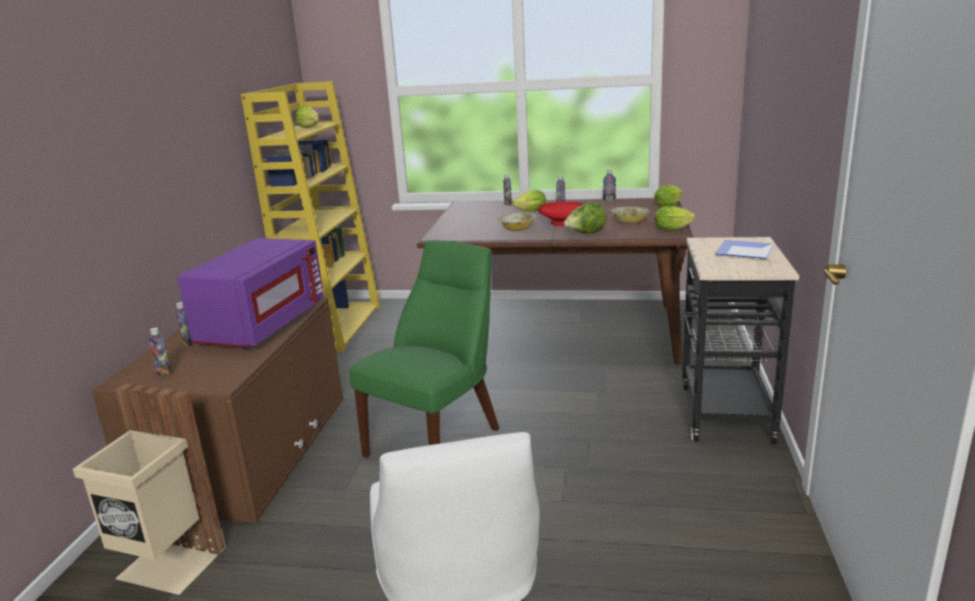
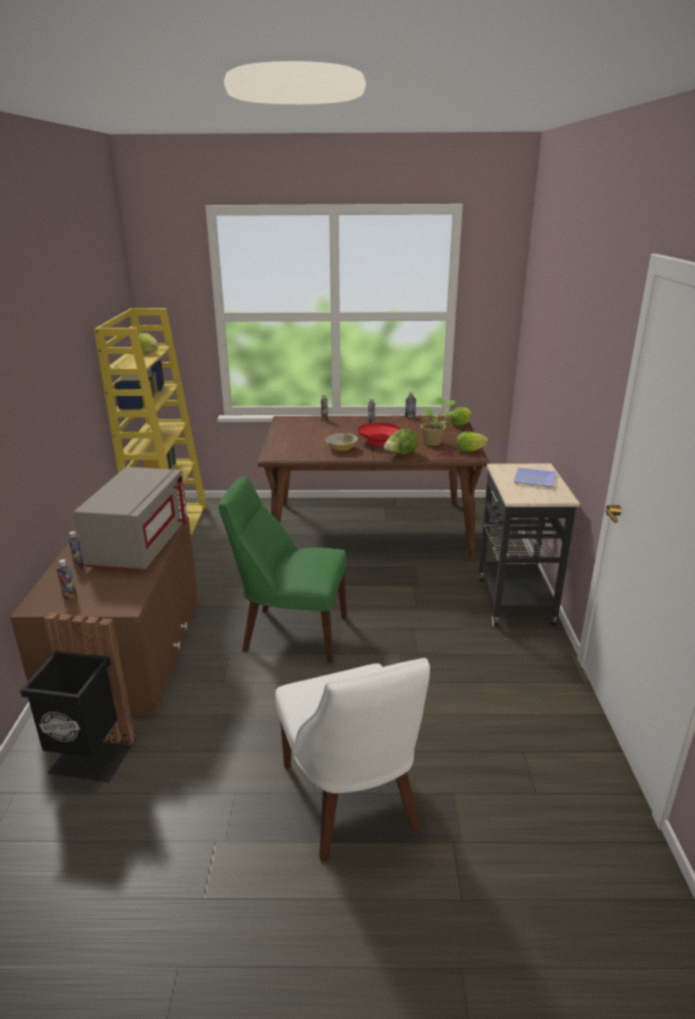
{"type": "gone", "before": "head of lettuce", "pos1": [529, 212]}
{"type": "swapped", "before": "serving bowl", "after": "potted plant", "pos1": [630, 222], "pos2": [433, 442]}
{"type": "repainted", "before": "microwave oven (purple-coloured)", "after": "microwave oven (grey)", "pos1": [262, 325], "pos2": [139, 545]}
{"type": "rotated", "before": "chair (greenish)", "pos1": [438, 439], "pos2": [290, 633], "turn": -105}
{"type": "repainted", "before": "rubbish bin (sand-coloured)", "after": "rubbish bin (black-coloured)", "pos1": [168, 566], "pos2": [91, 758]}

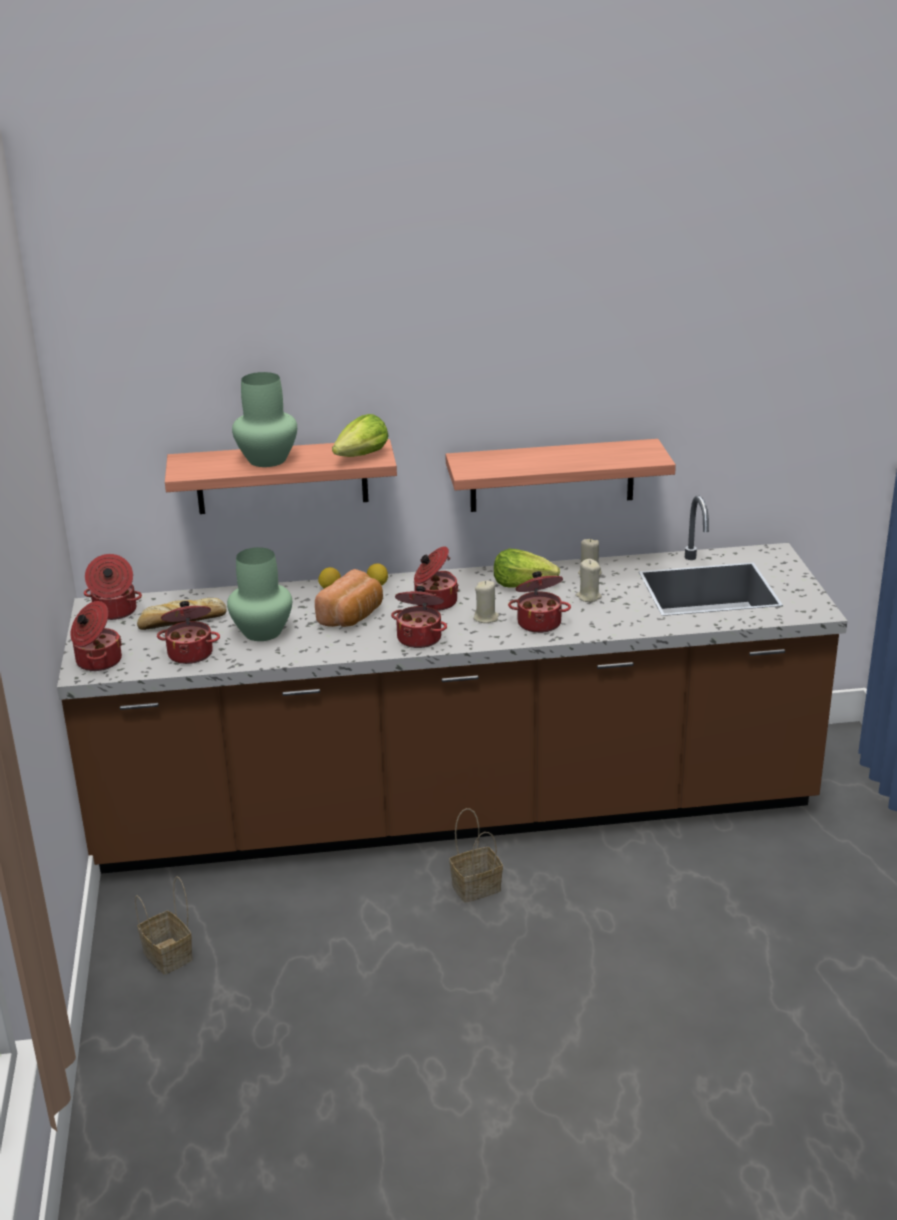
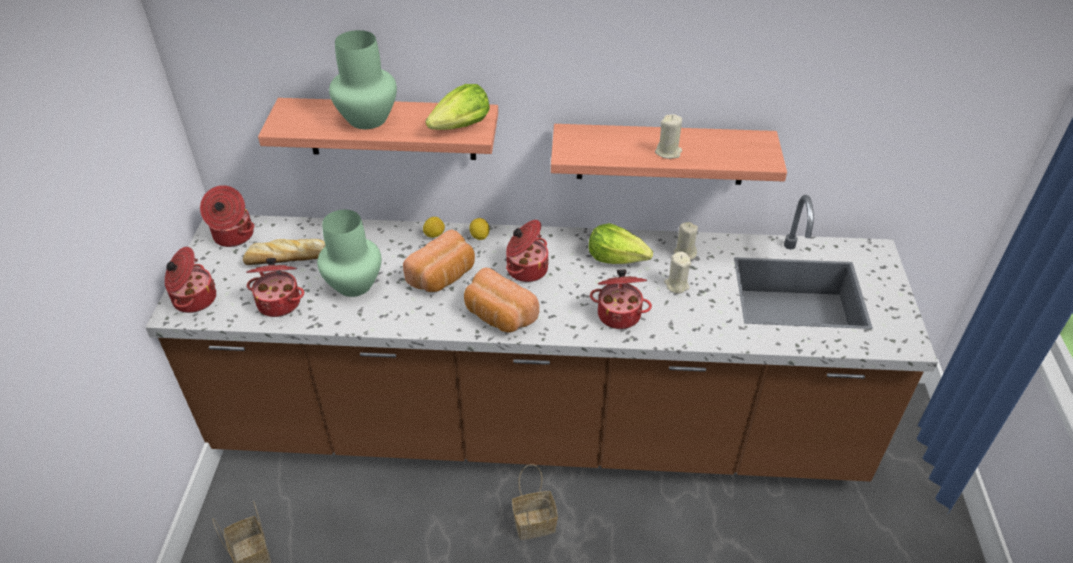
{"type": "shifted", "before": "wax light (sand-coloured)", "pos1": [486, 618], "pos2": [668, 152]}
{"type": "swapped", "before": "stockpot", "after": "bread", "pos1": [420, 637], "pos2": [498, 316]}

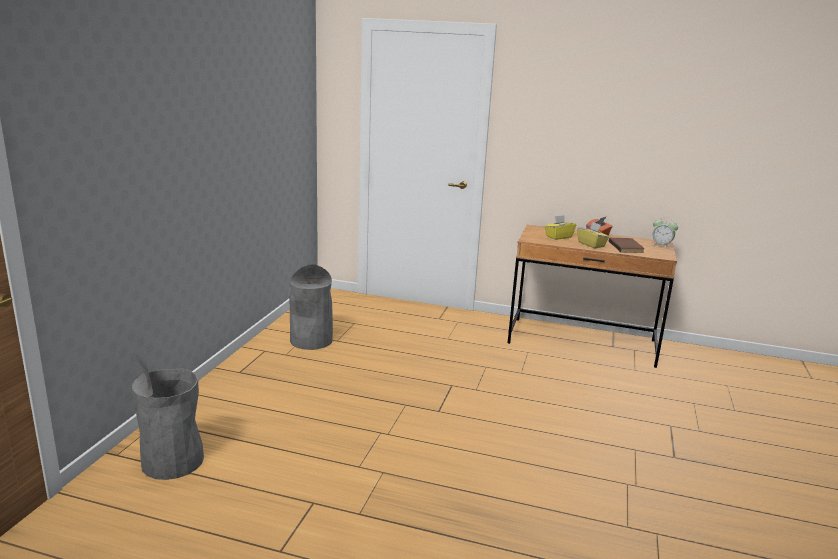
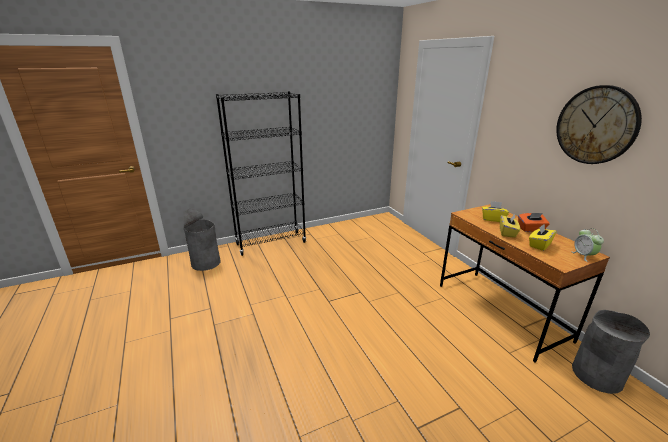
{"type": "swapped", "before": "volume (brown)", "after": "box of tissues (yellowish)", "pos1": [627, 247], "pos2": [539, 245]}
{"type": "shifted", "before": "rubbish bin (grey)", "pos1": [311, 340], "pos2": [596, 375]}
{"type": "new", "after": "wall clock", "pos2": [596, 125]}
{"type": "new", "after": "bookcase (black-coloured)", "pos2": [271, 243]}

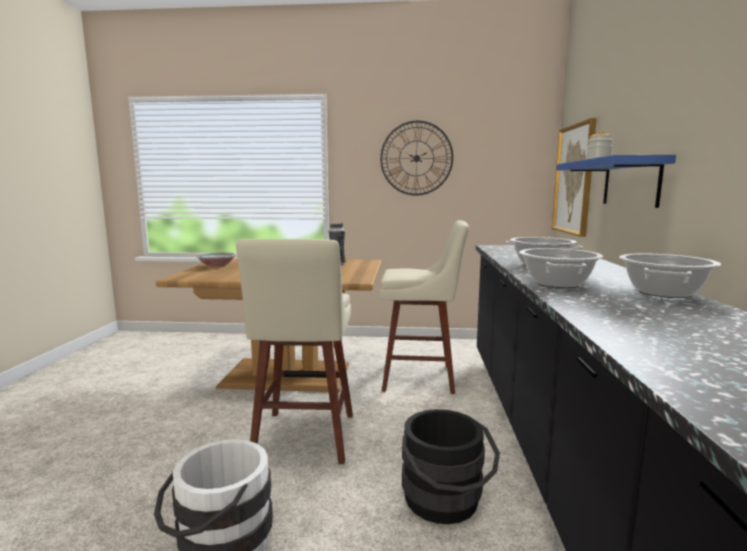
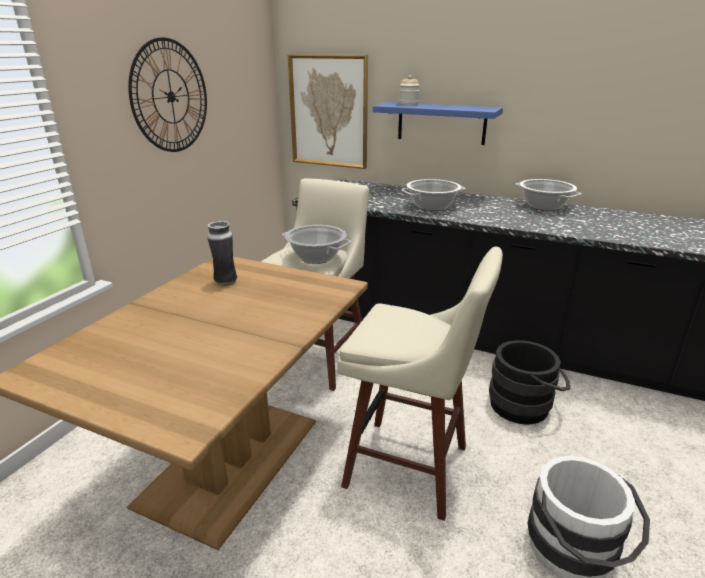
{"type": "shifted", "before": "stockpot", "pos1": [557, 283], "pos2": [316, 257]}
{"type": "gone", "before": "serving bowl", "pos1": [216, 266]}

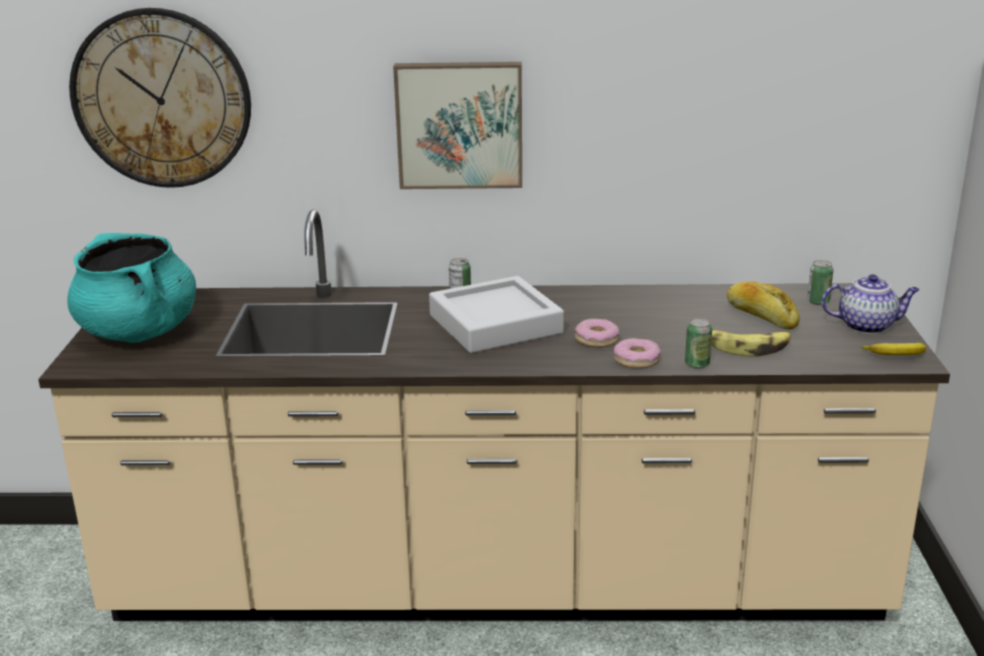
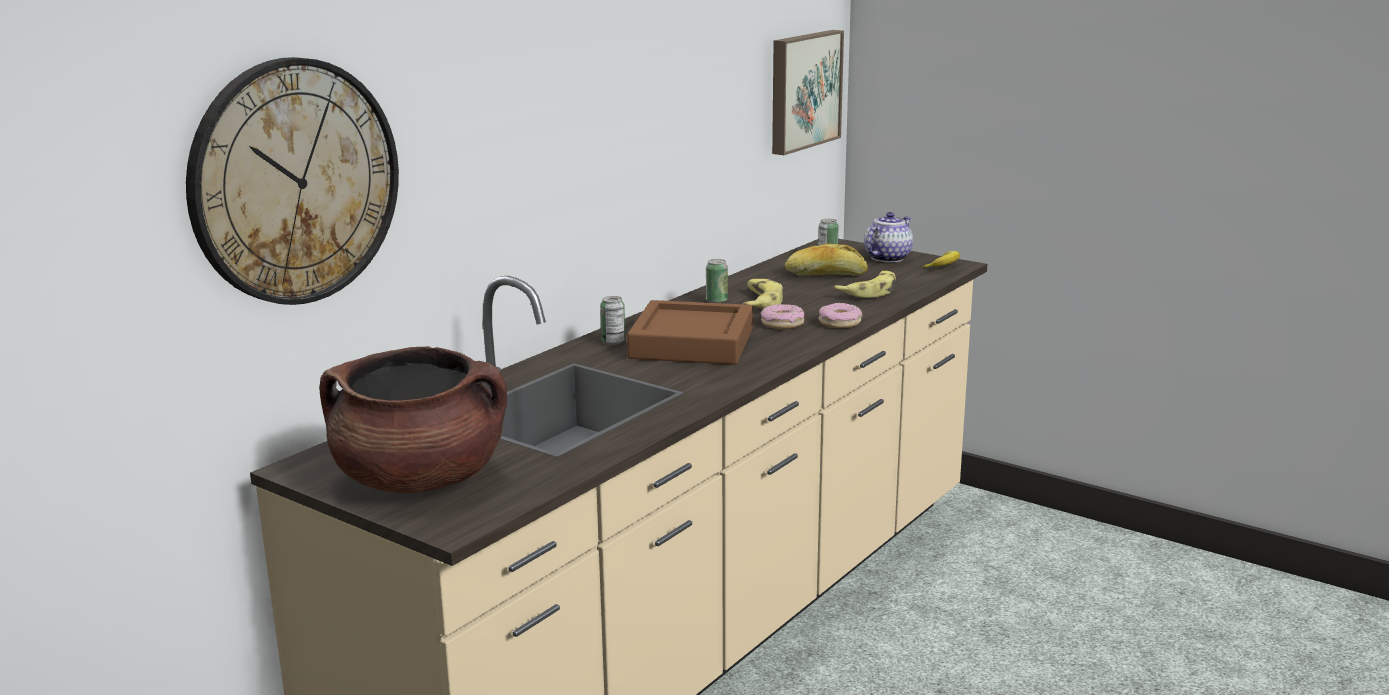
{"type": "shifted", "before": "wall art", "pos1": [459, 124], "pos2": [802, 90]}
{"type": "repainted", "before": "stockpot (turquoise-coloured)", "after": "stockpot (brown)", "pos1": [139, 332], "pos2": [420, 480]}
{"type": "repainted", "before": "carrying tray (grey)", "after": "carrying tray (brown)", "pos1": [495, 324], "pos2": [692, 343]}
{"type": "shifted", "before": "can", "pos1": [697, 364], "pos2": [716, 301]}
{"type": "new", "after": "whole banana", "pos2": [759, 302]}

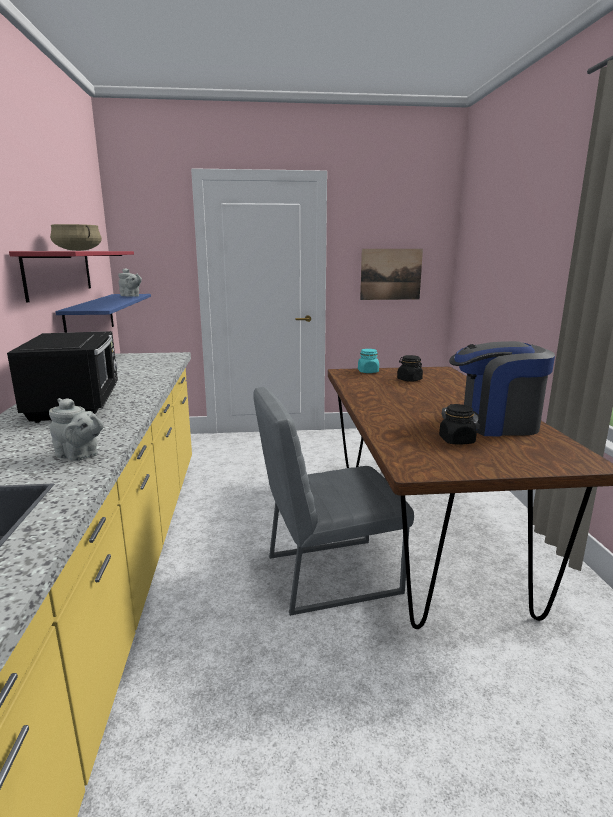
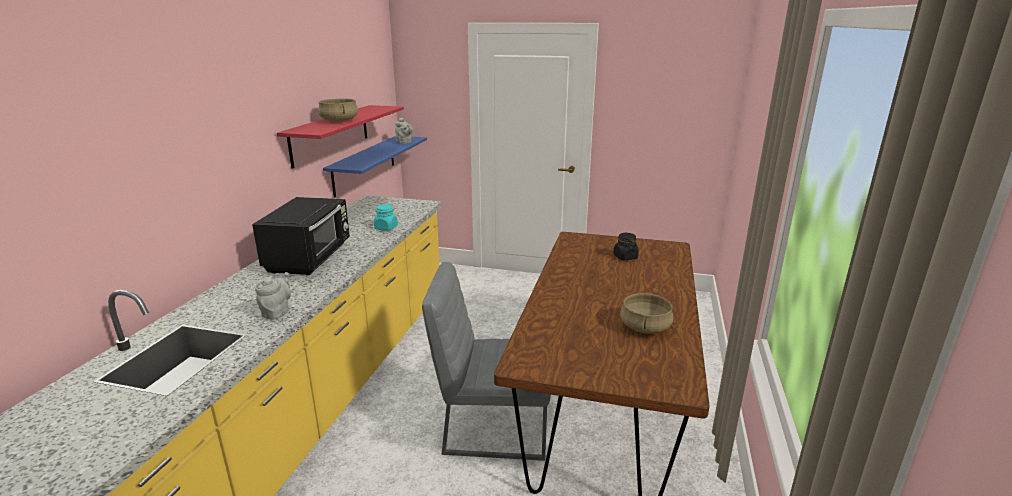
{"type": "gone", "before": "wall art", "pos1": [391, 274]}
{"type": "swapped", "before": "coffee maker", "after": "stockpot (sand-coloured)", "pos1": [493, 424], "pos2": [645, 327]}
{"type": "shifted", "before": "jar (turquoise-coloured)", "pos1": [368, 372], "pos2": [386, 228]}
{"type": "rotated", "before": "tea pot (grey)", "pos1": [80, 456], "pos2": [277, 312], "turn": -120}
{"type": "gone", "before": "jar (black-coloured)", "pos1": [457, 440]}

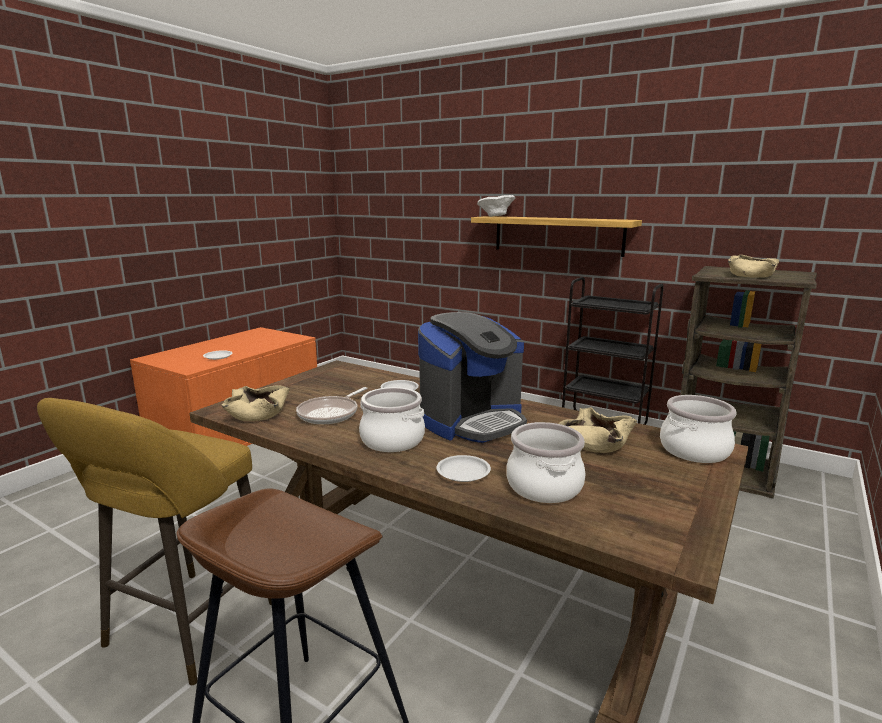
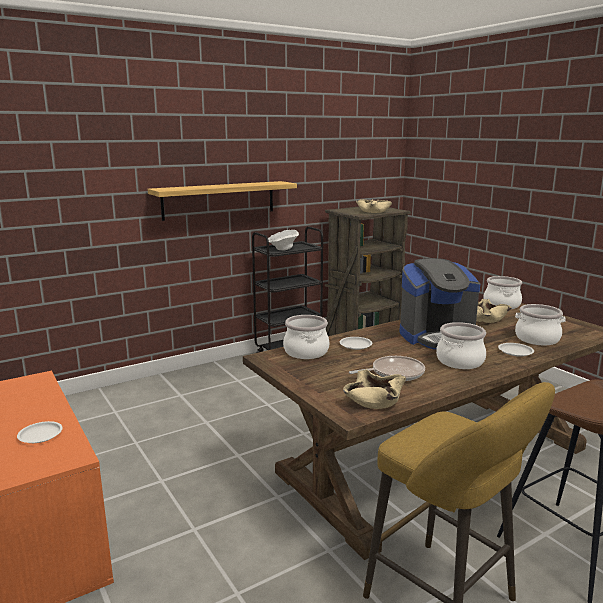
{"type": "shifted", "before": "serving bowl (white-coloured)", "pos1": [495, 216], "pos2": [283, 249]}
{"type": "rotated", "before": "coffee maker", "pos1": [472, 421], "pos2": [437, 336], "turn": 90}
{"type": "rotated", "before": "skillet", "pos1": [331, 413], "pos2": [394, 373], "turn": -75}
{"type": "new", "after": "stockpot", "pos2": [306, 352]}

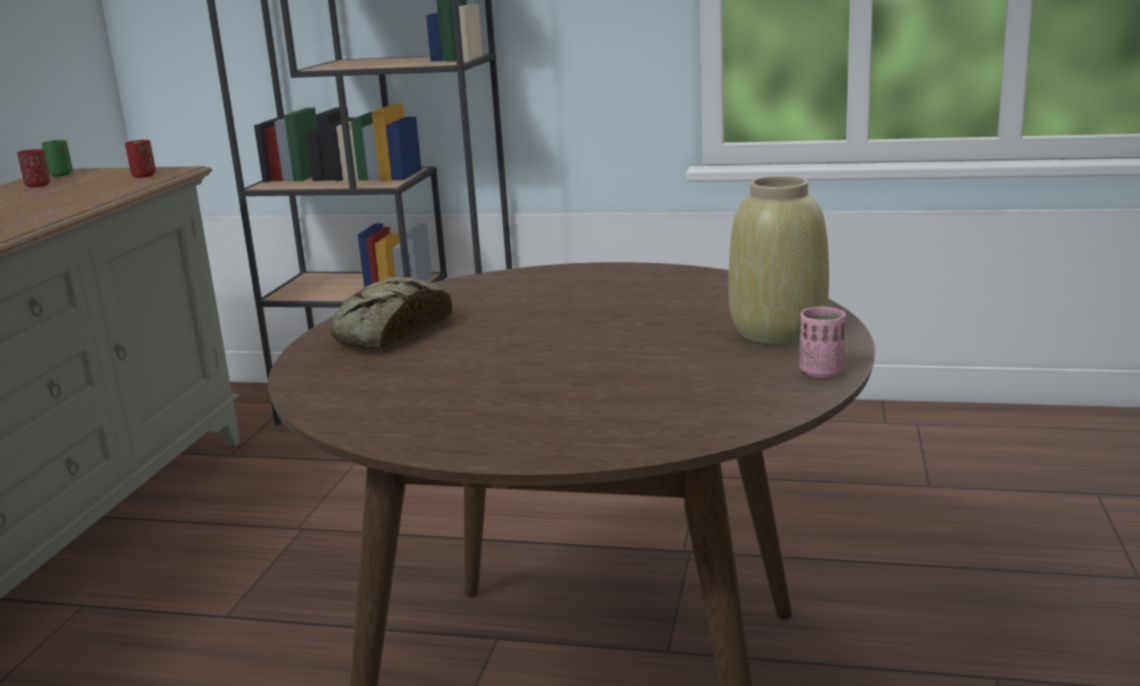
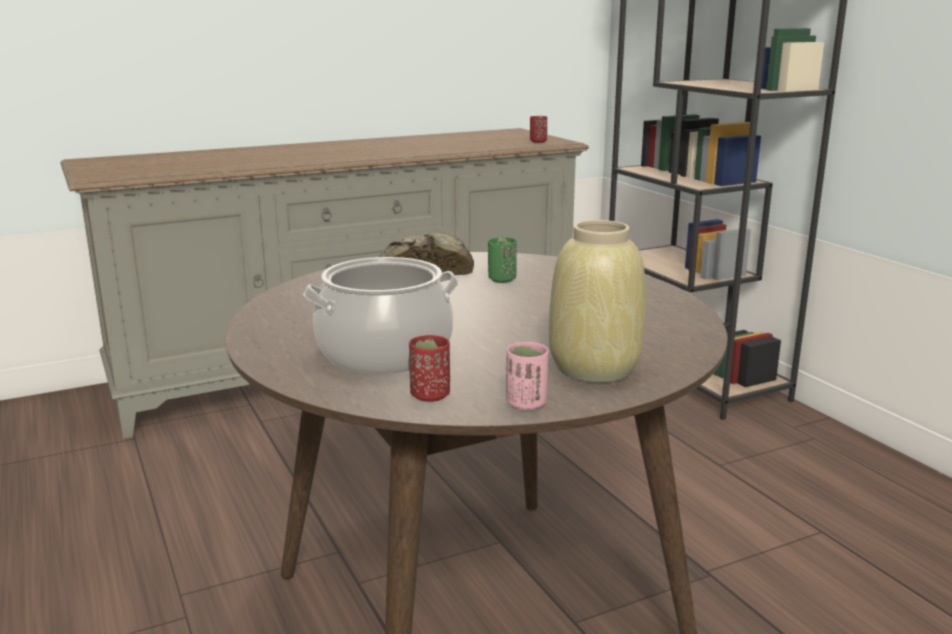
{"type": "shifted", "before": "drinking cup (greenish)", "pos1": [61, 174], "pos2": [502, 279]}
{"type": "shifted", "before": "drinking cup (red-coloured)", "pos1": [38, 185], "pos2": [430, 395]}
{"type": "new", "after": "stockpot", "pos2": [385, 354]}

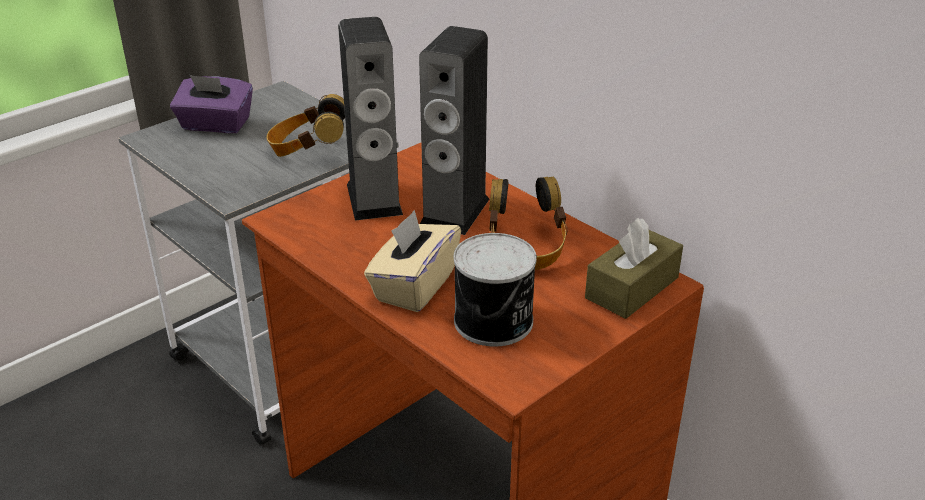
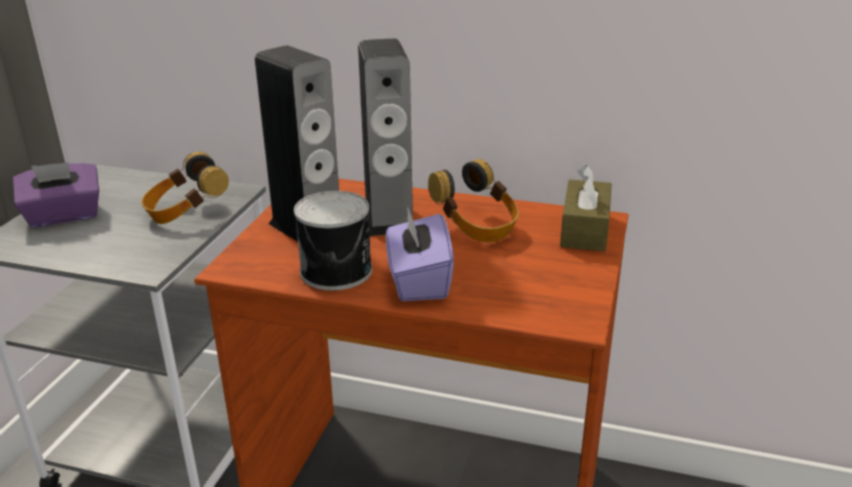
{"type": "repainted", "before": "box of tissues (sand-coloured)", "after": "box of tissues (purple-coloured)", "pos1": [414, 286], "pos2": [418, 281]}
{"type": "shifted", "before": "can", "pos1": [495, 322], "pos2": [338, 271]}

